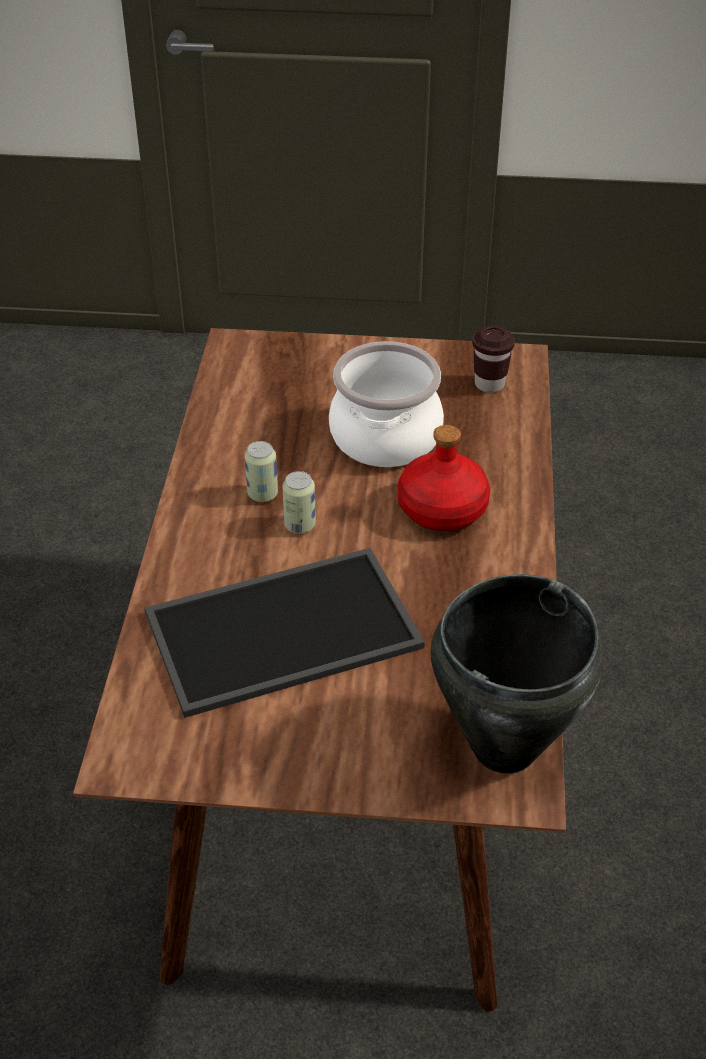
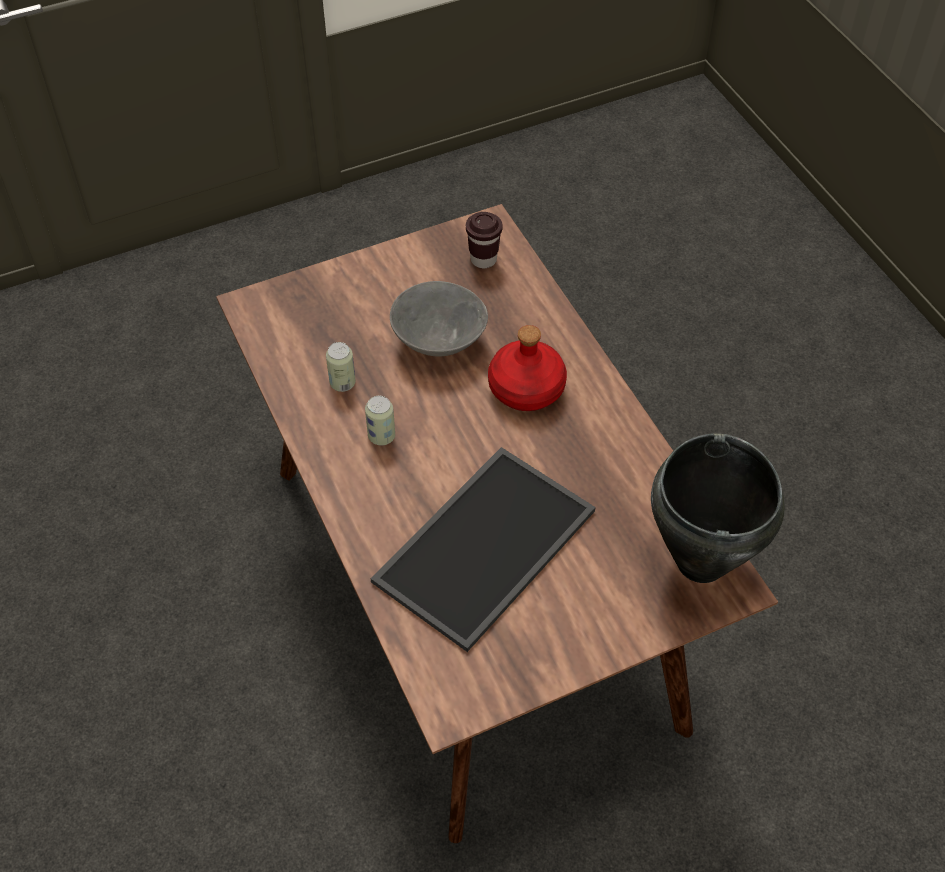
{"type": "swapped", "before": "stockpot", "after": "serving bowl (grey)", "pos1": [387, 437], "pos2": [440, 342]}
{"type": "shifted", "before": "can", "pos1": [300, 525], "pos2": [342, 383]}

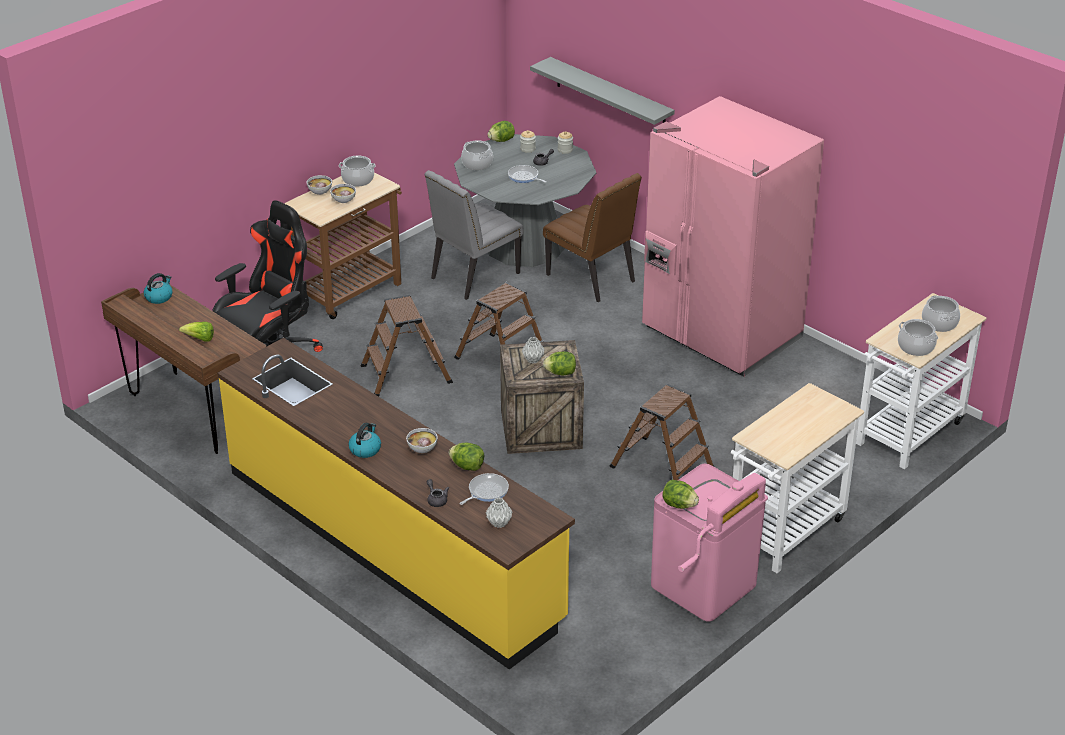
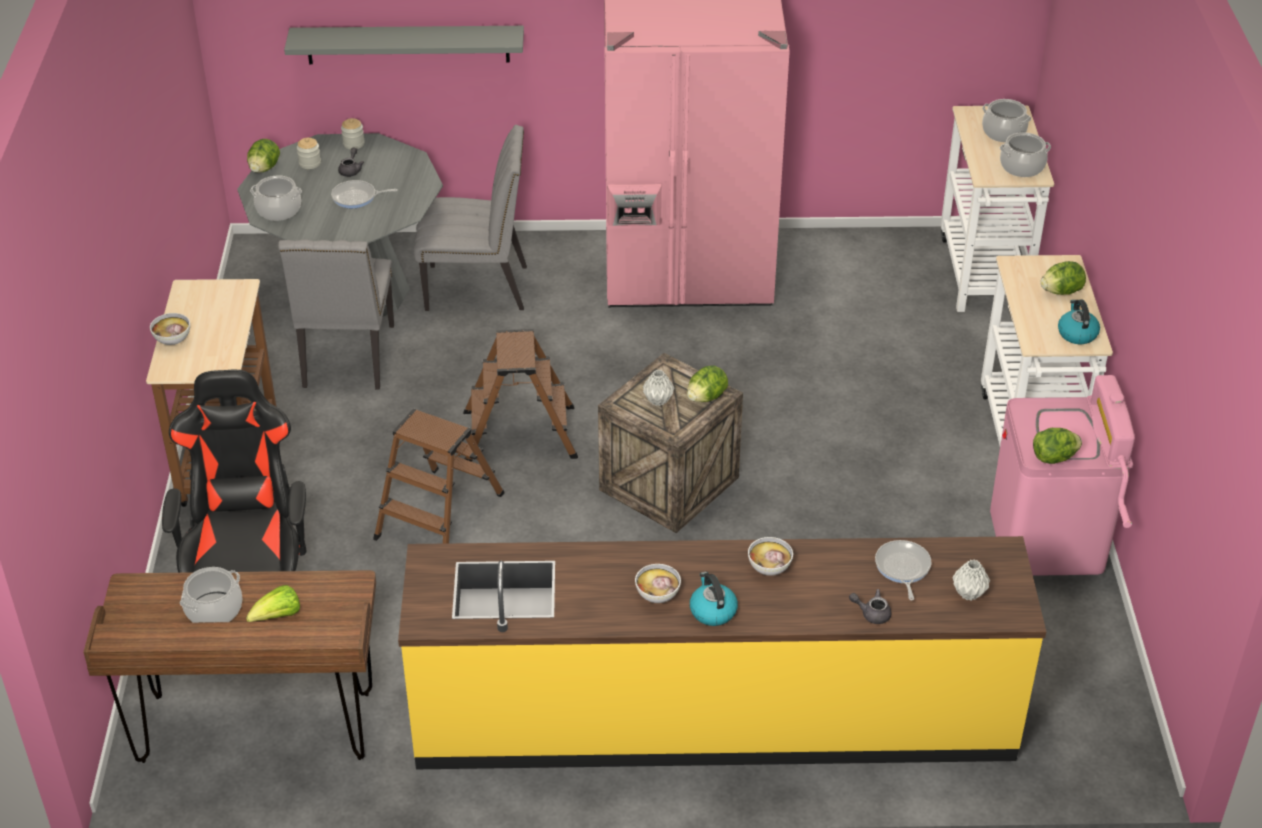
{"type": "shifted", "before": "stockpot", "pos1": [358, 180], "pos2": [214, 609]}
{"type": "repainted", "before": "chair (brown)", "after": "chair (grey)", "pos1": [590, 278], "pos2": [475, 288]}
{"type": "shifted", "before": "serving bowl", "pos1": [343, 201], "pos2": [657, 596]}
{"type": "shifted", "before": "kettle", "pos1": [159, 297], "pos2": [1076, 333]}
{"type": "gone", "before": "step stool (brown)", "pos1": [662, 467]}
{"type": "shifted", "before": "head of lettuce", "pos1": [467, 466], "pos2": [1061, 291]}

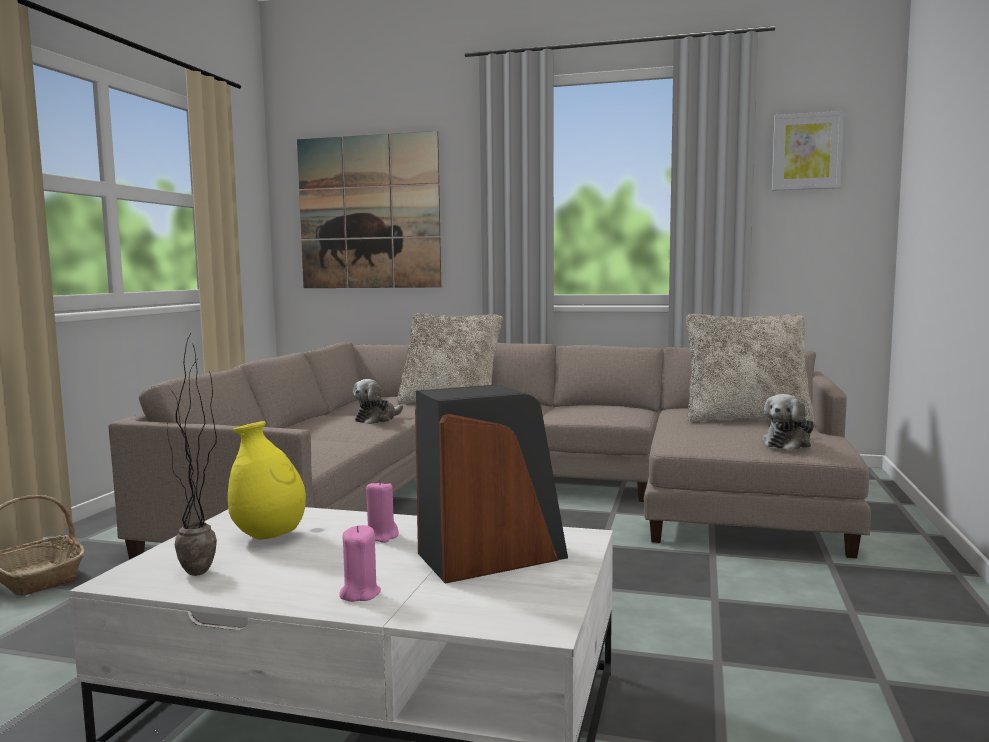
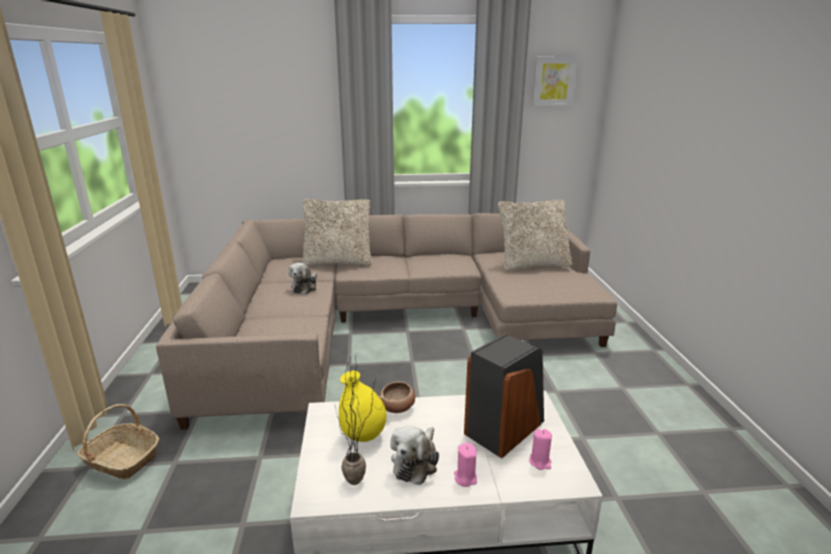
{"type": "gone", "before": "wall art", "pos1": [369, 212]}
{"type": "shifted", "before": "plush toy", "pos1": [788, 443], "pos2": [416, 462]}
{"type": "shifted", "before": "wax light (pink-coloured)", "pos1": [381, 536], "pos2": [540, 462]}
{"type": "new", "after": "serving bowl", "pos2": [398, 407]}

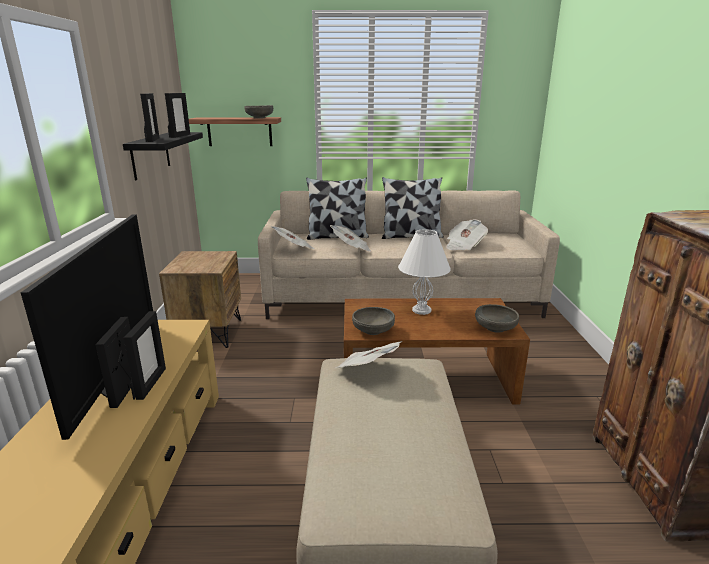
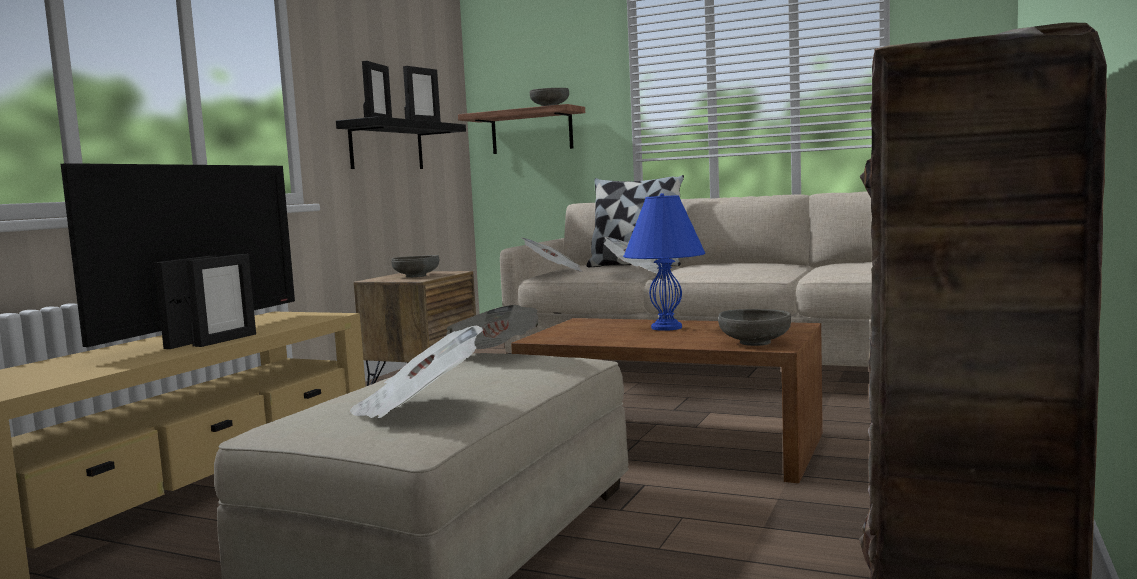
{"type": "gone", "before": "cushion", "pos1": [411, 236]}
{"type": "shifted", "before": "printed paper", "pos1": [464, 246], "pos2": [418, 408]}
{"type": "repainted", "before": "tabletop lamp (white-coloured)", "after": "tabletop lamp (blue)", "pos1": [422, 310], "pos2": [667, 327]}
{"type": "shifted", "before": "serving bowl (grey)", "pos1": [373, 331], "pos2": [416, 276]}

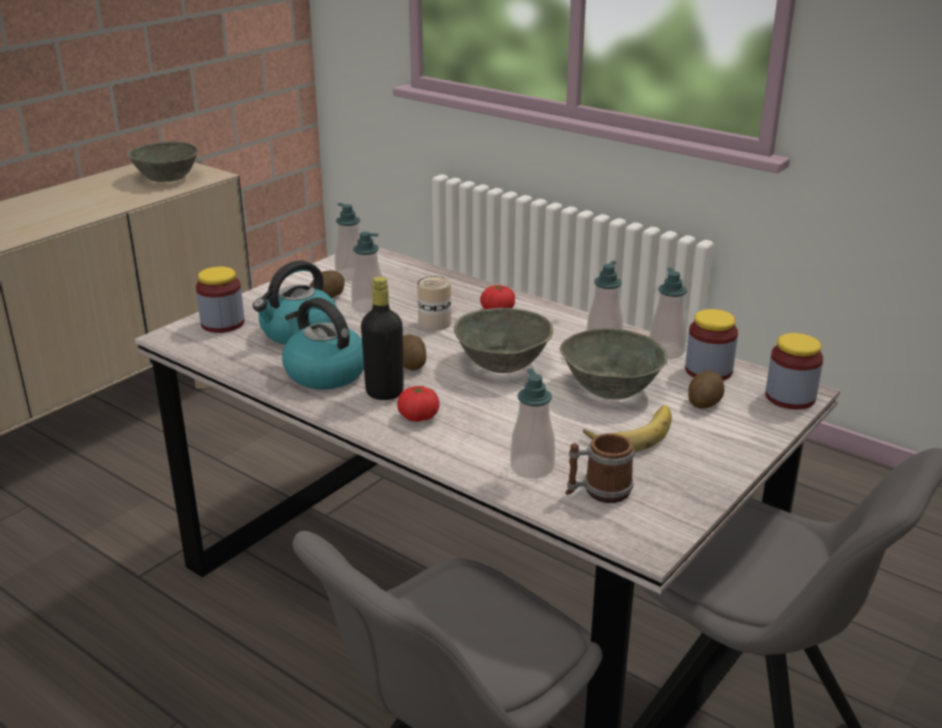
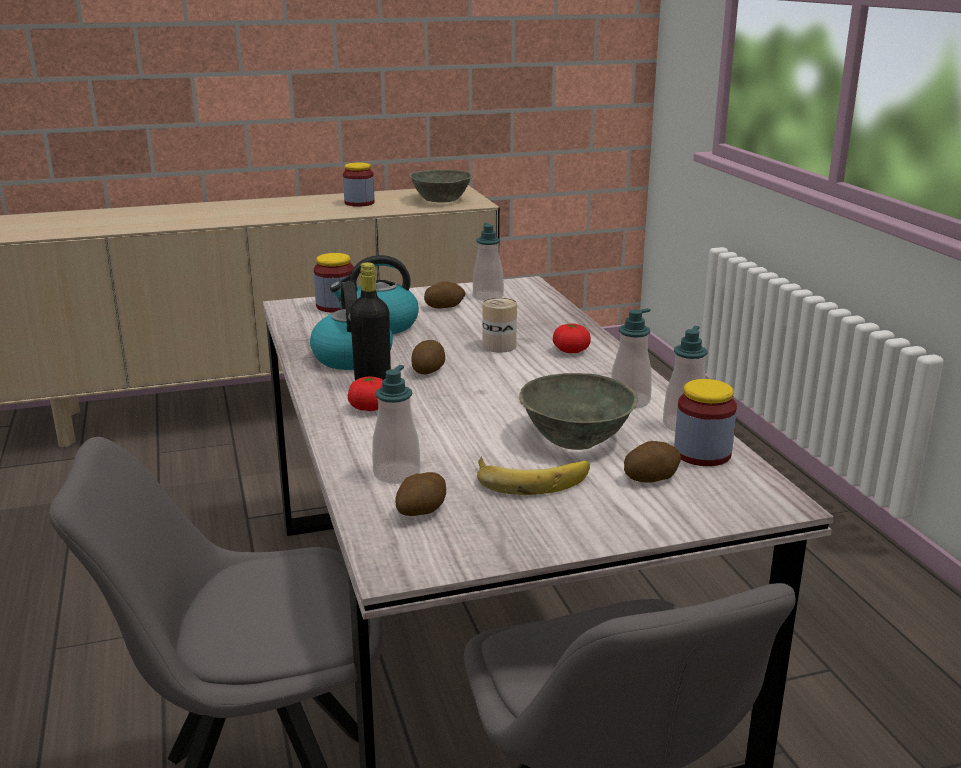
{"type": "gone", "before": "soap bottle", "pos1": [368, 307]}
{"type": "gone", "before": "serving bowl (grey)", "pos1": [504, 363]}
{"type": "shifted", "before": "jar", "pos1": [790, 397], "pos2": [359, 203]}
{"type": "swapped", "before": "tea mug", "after": "spud", "pos1": [598, 492], "pos2": [421, 512]}

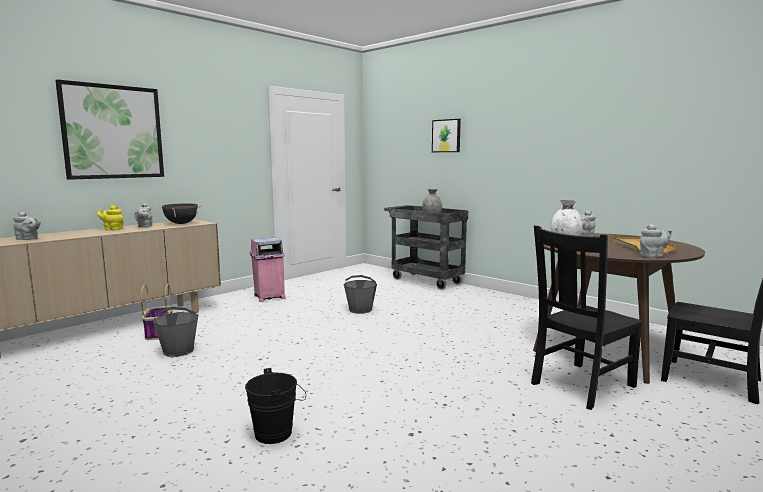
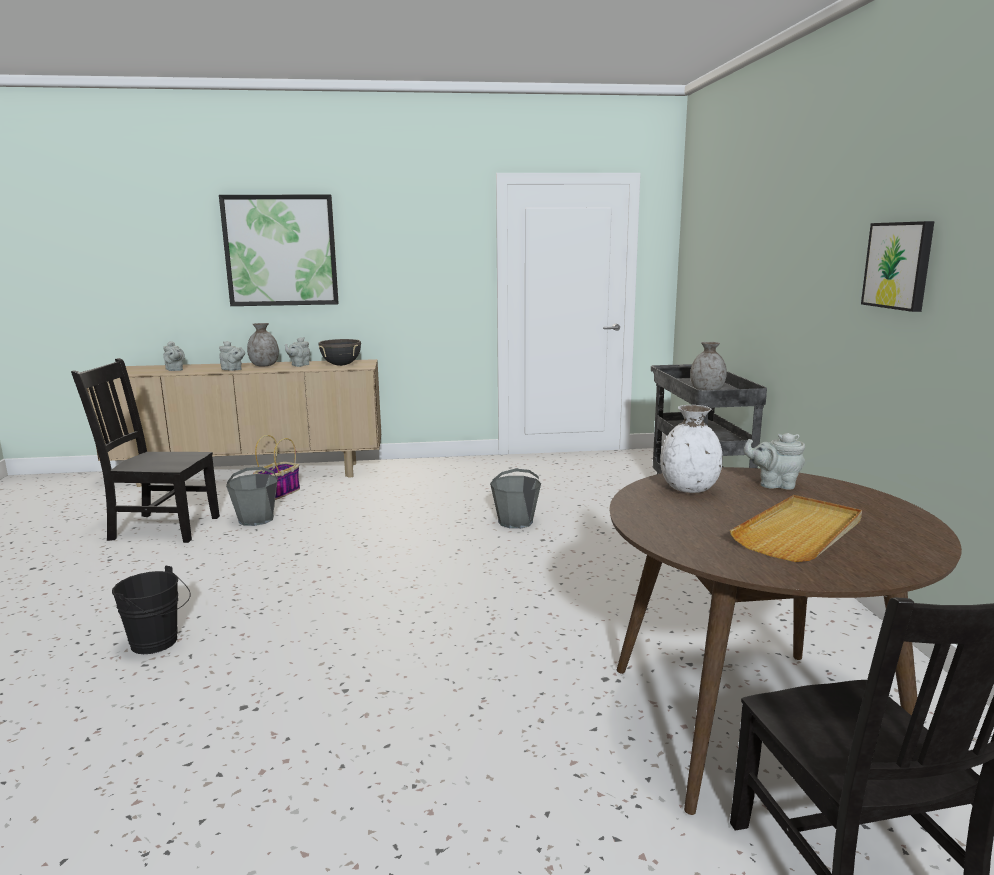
{"type": "shifted", "before": "wall art", "pos1": [446, 136], "pos2": [899, 265]}
{"type": "swapped", "before": "tea pot (yellowish)", "after": "decorative vase (grey)", "pos1": [112, 229], "pos2": [264, 365]}
{"type": "shifted", "before": "tea pot (grey)", "pos1": [653, 256], "pos2": [233, 369]}
{"type": "shifted", "before": "chair (black-coloured)", "pos1": [580, 385], "pos2": [161, 528]}
{"type": "gone", "before": "rubbish bin (pink-coloured)", "pos1": [268, 297]}

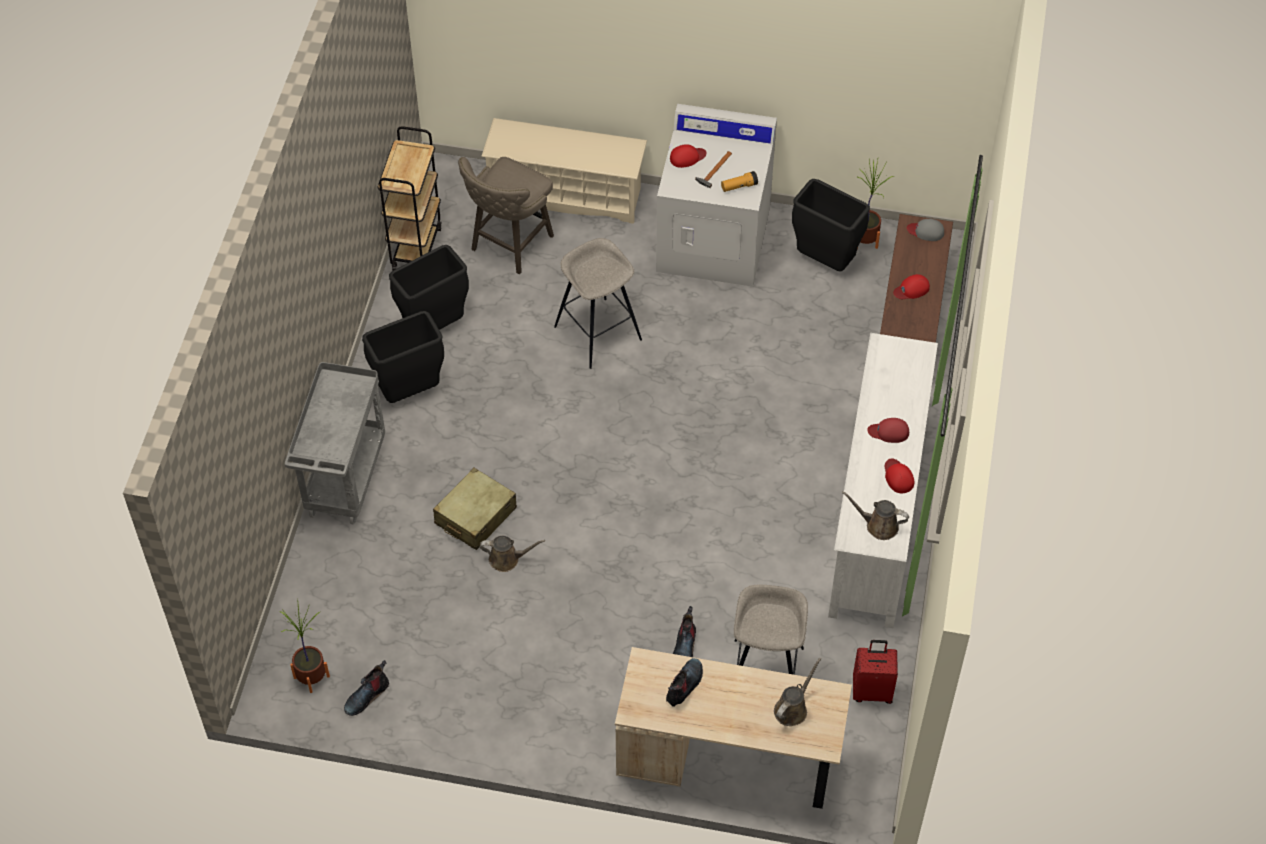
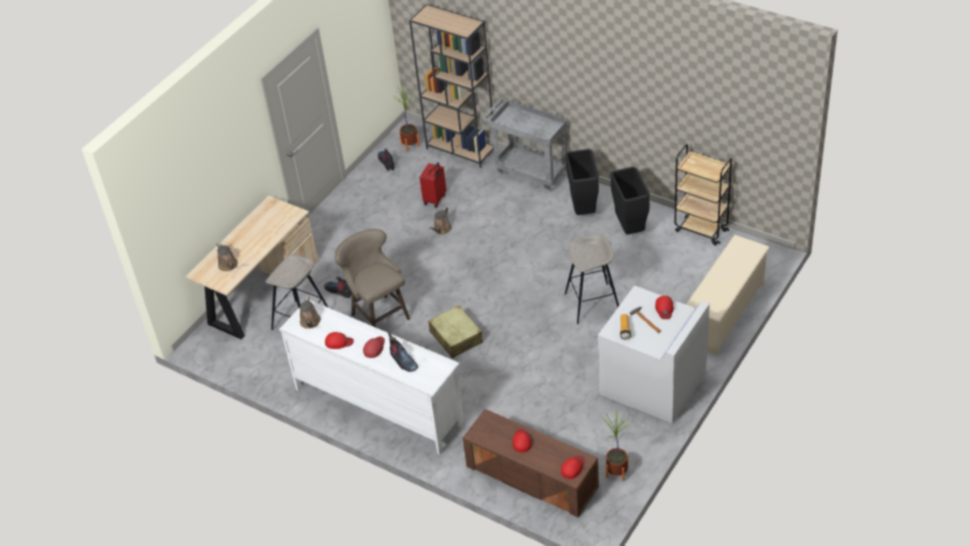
{"type": "shifted", "before": "sitting stool (sand-coloured)", "pos1": [510, 245], "pos2": [378, 315]}
{"type": "gone", "before": "rubbish bin (black-coloured)", "pos1": [825, 261]}
{"type": "repainted", "before": "peaked cap (grey)", "after": "peaked cap (red-coloured)", "pos1": [926, 231], "pos2": [573, 467]}
{"type": "shifted", "before": "travel case (sand-coloured)", "pos1": [475, 516], "pos2": [456, 337]}
{"type": "rotated", "before": "watering pot (brown)", "pos1": [878, 525], "pos2": [310, 322], "turn": 135}
{"type": "shifted", "before": "travel case (red-coloured)", "pos1": [872, 691], "pos2": [435, 199]}
{"type": "shifted", "before": "high-top boot", "pos1": [684, 685], "pos2": [403, 361]}
{"type": "new", "after": "bookcase", "pos2": [461, 149]}

